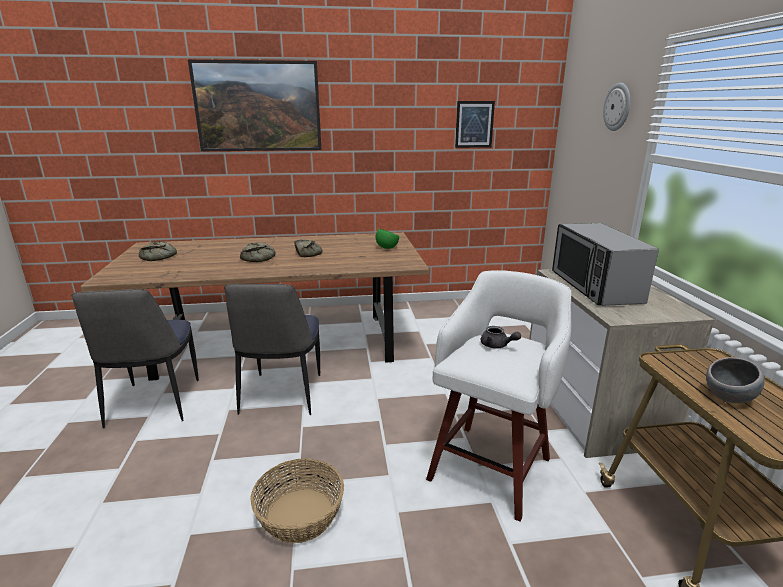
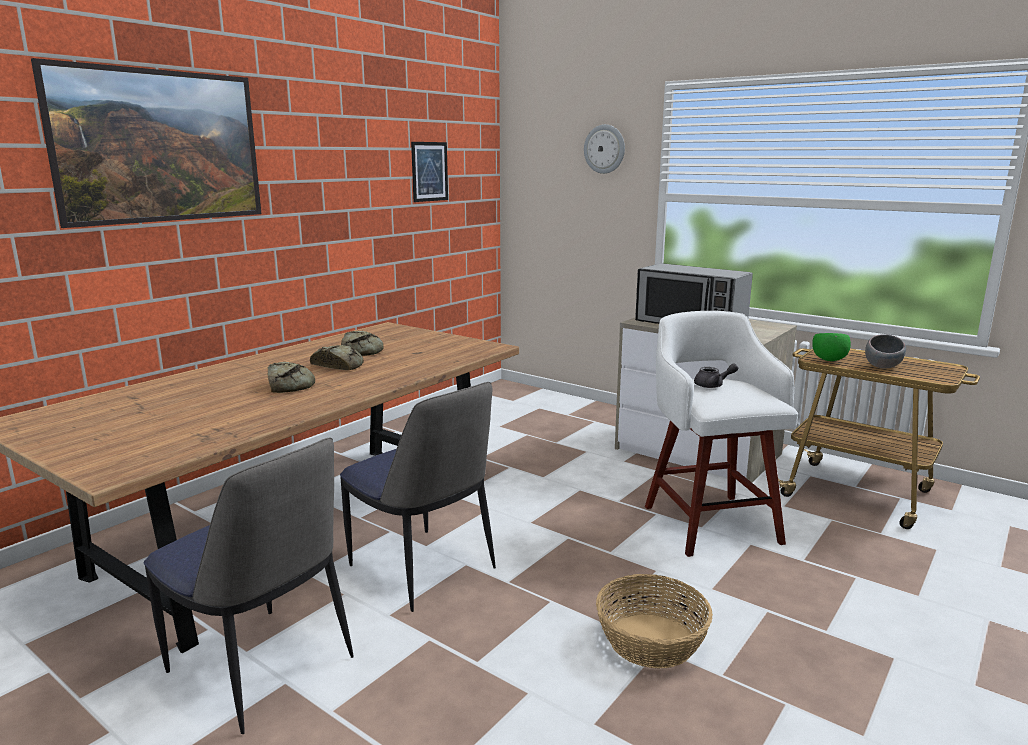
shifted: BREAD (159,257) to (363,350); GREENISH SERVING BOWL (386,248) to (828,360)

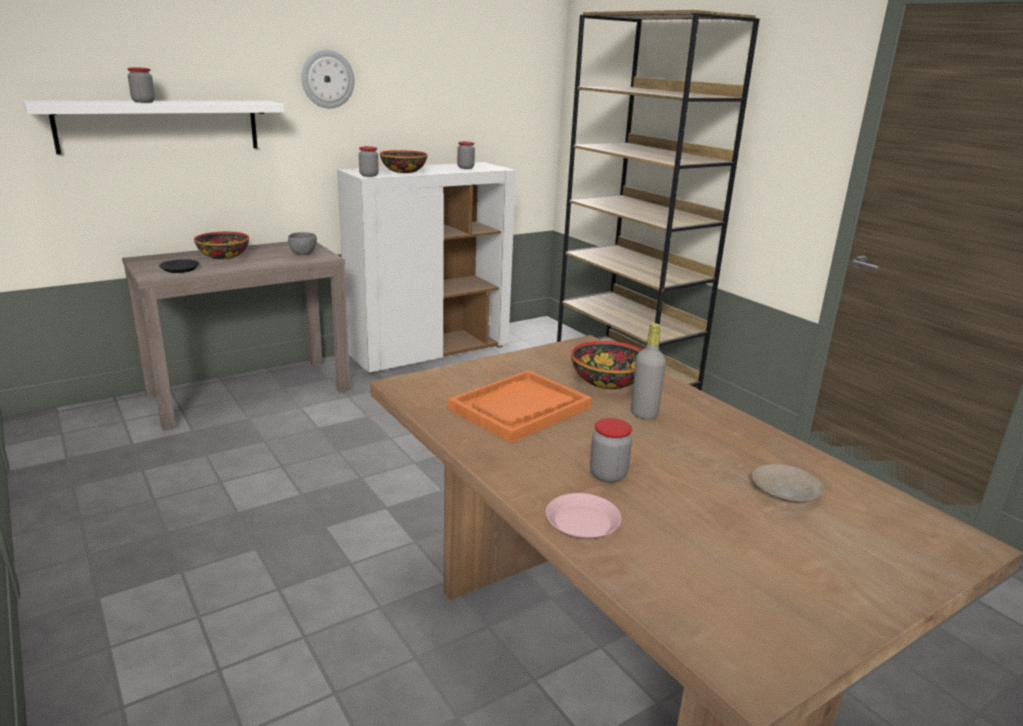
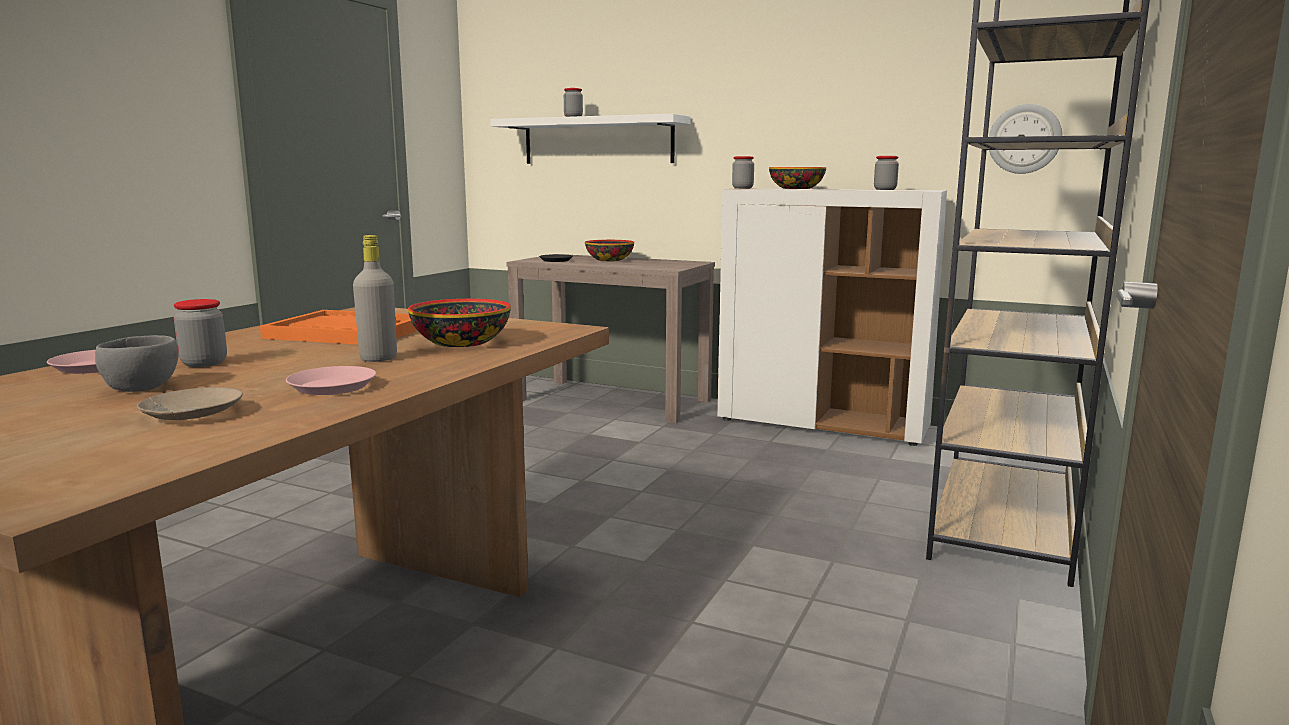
new: PINK-COLOURED PLATE (332,387)
shifted: GREY SERVING BOWL (302,253) to (141,387); HANGING CLOCK (327,79) to (1024,139)

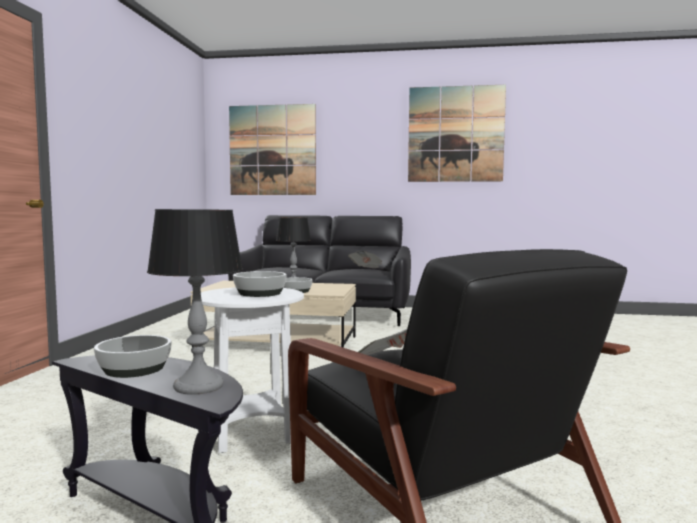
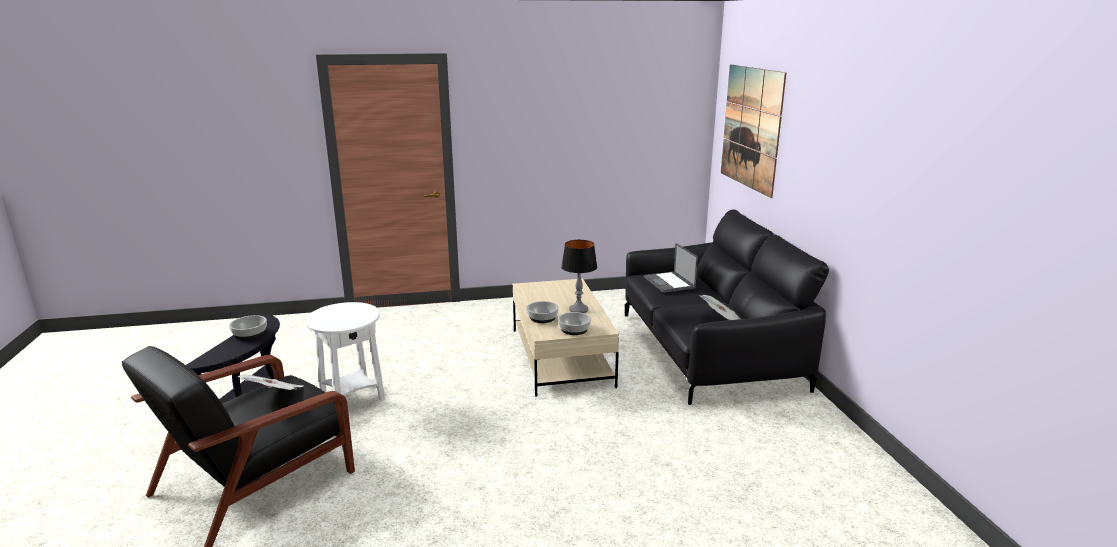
gone: LAMP FOR A TABLE (199,386); WALL PICTURE (455,134)
new: NOTEBOOK COMPUTER (669,282)
shifted: SERVING BOWL (259,293) to (573,329)

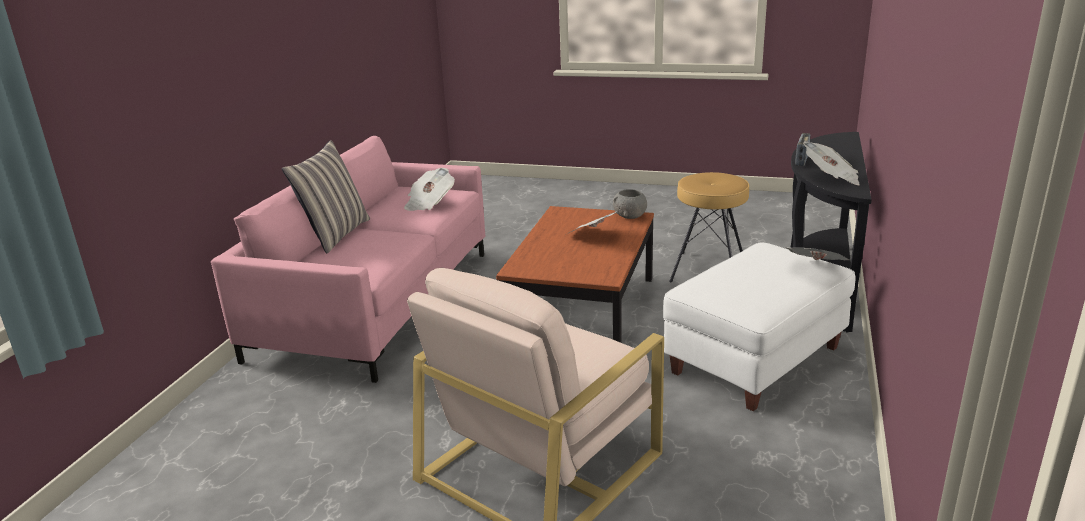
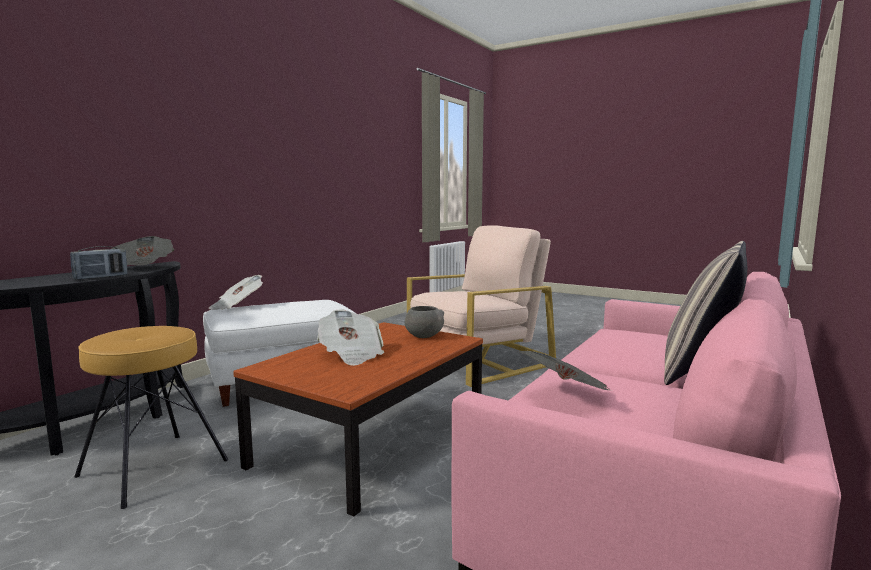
shifted: GREY SERVING BOWL (630,216) to (423,336)

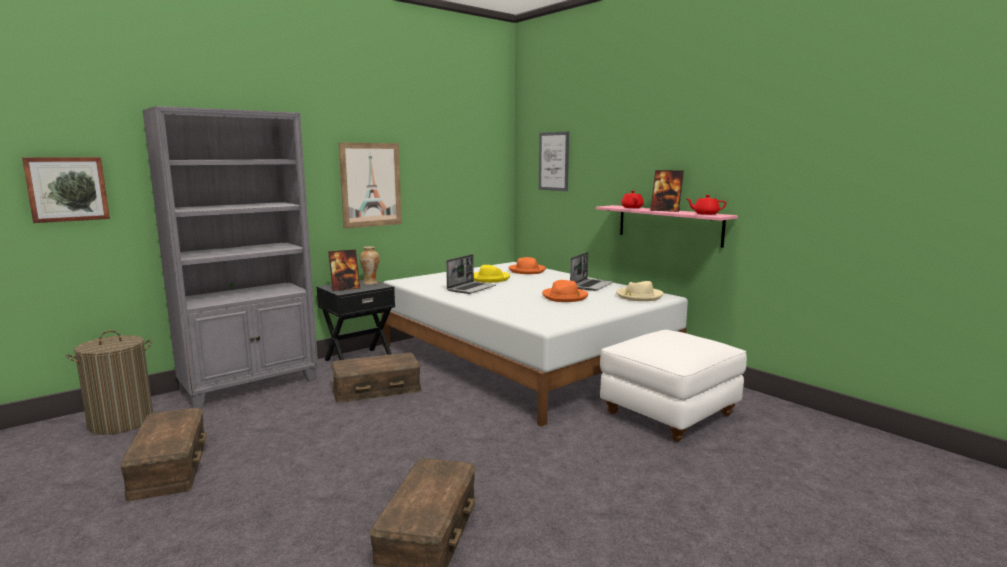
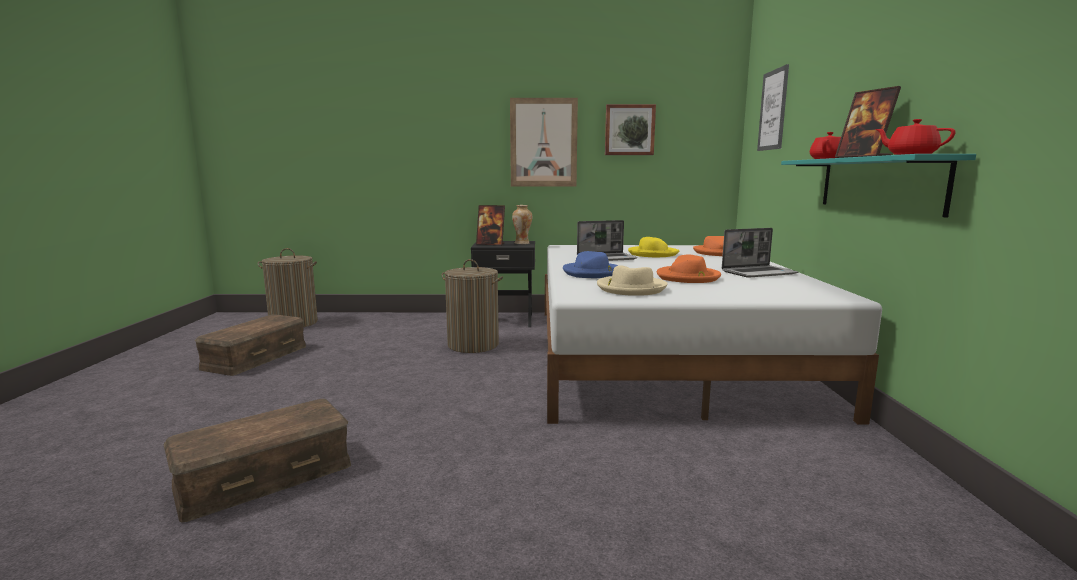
gone: GREY BOOKCASE (251,385); WHITISH FOOTREST (669,414)
new: BLUE HAT (592,273)
shifted: BEIGE-COLOURED HAT (638,296) to (631,288); WALL PICTURE (67,189) to (629,130)
swapped: BROWN-COLOURED STORAGE CONTAINER (376,389) to WASHING BASKET (473,345)
repainted: PINK-COLOURED BRACKET SHELF (669,225) to BLUE-GREEN BRACKET SHELF (878,184)

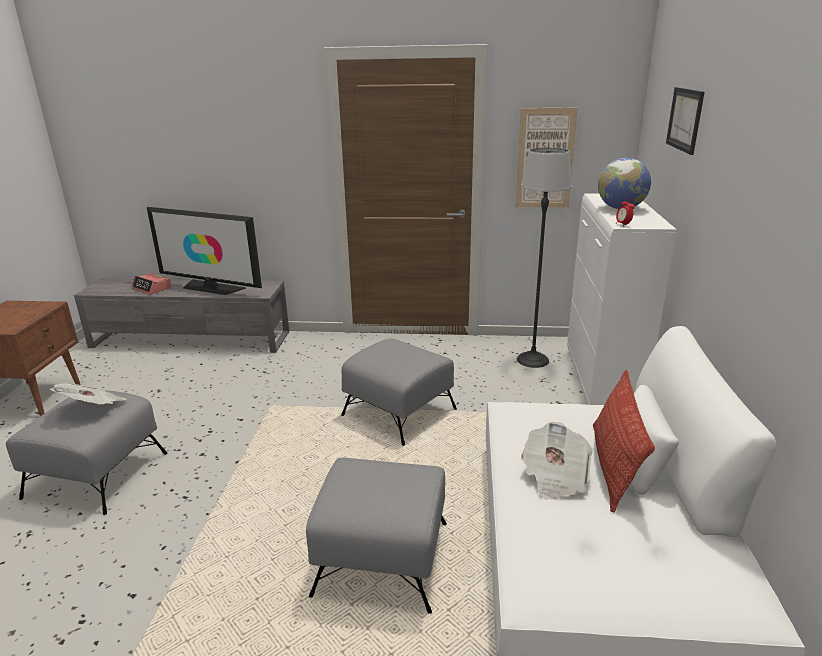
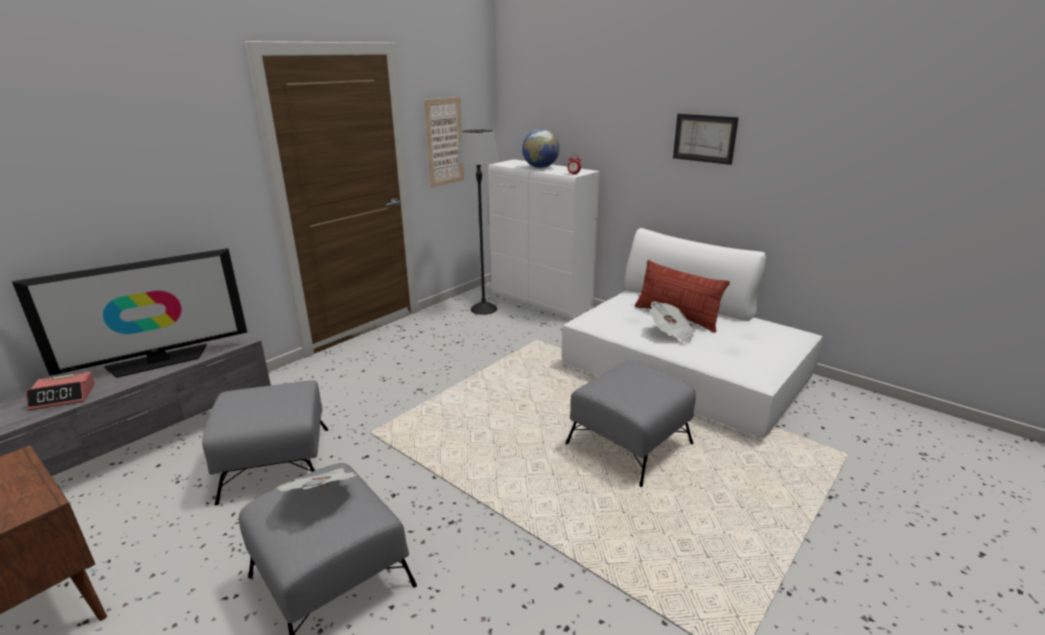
shifted: GREY FOOTREST (399,413) to (277,464); WALL PICTURE (685,119) to (704,138)

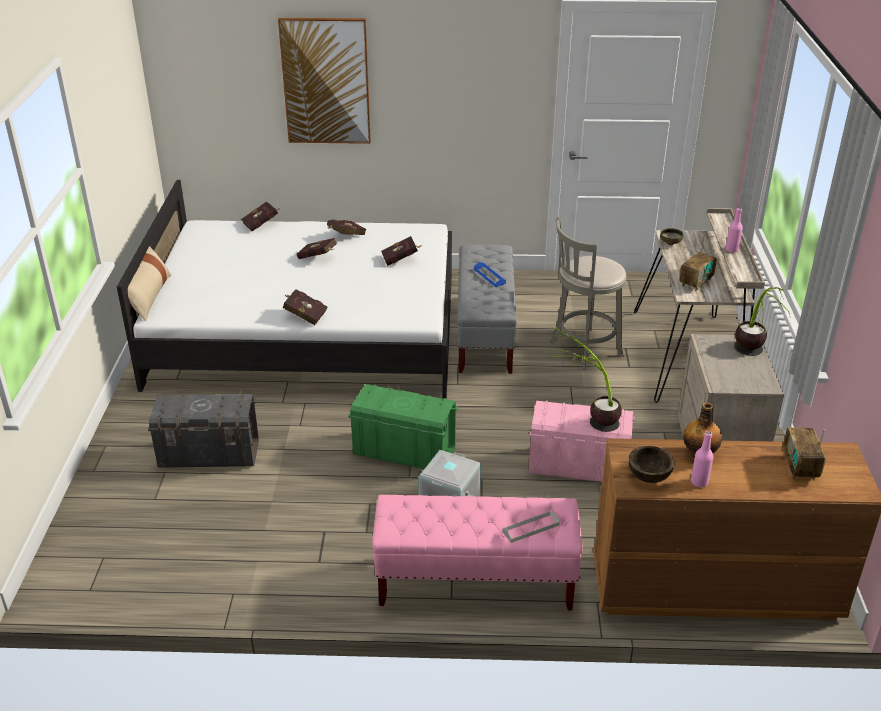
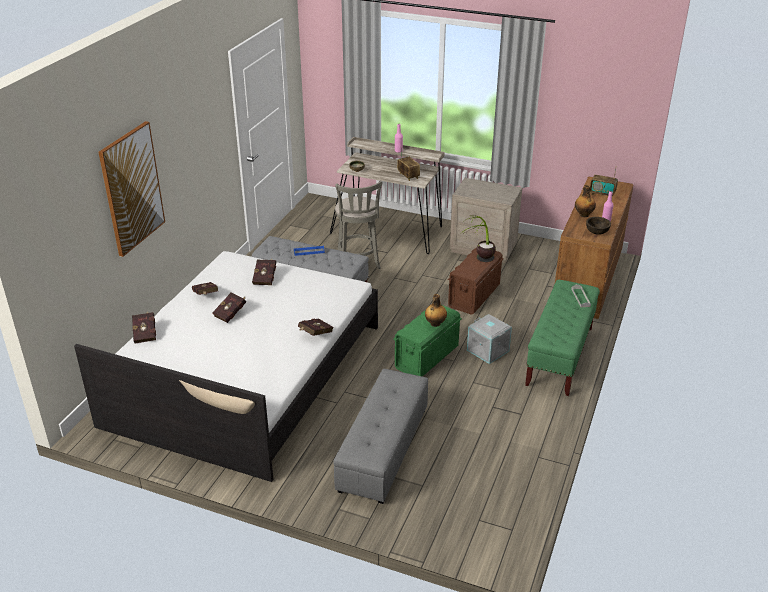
gone: HOUSEPLANT (752,357)
new: DRINK BOTTLE (435,324)
swapped: GREY STORAGE CONTAINER (210,455) to GREY FOOTREST (383,449)
repainted: PINK-COLOURED STORAGE CONTAINER (577,466) to BROWN-COLOURED STORAGE CONTAINER (473,296); PINK-COLOURED BENCH (475,582) to GREENISH BENCH (559,356)

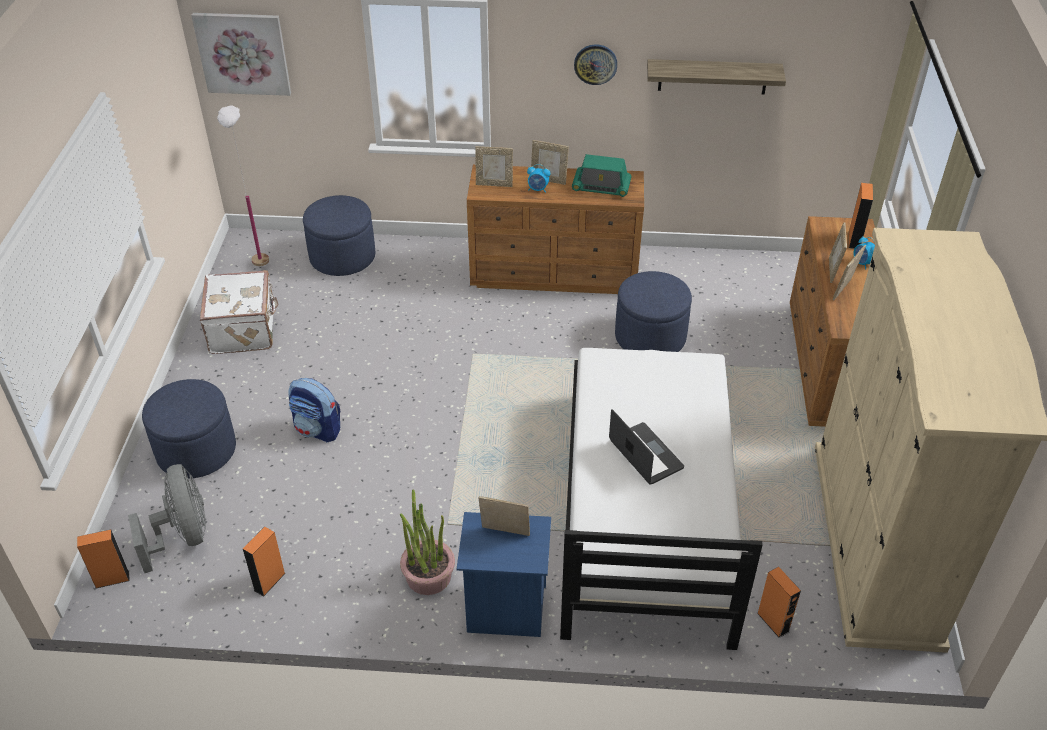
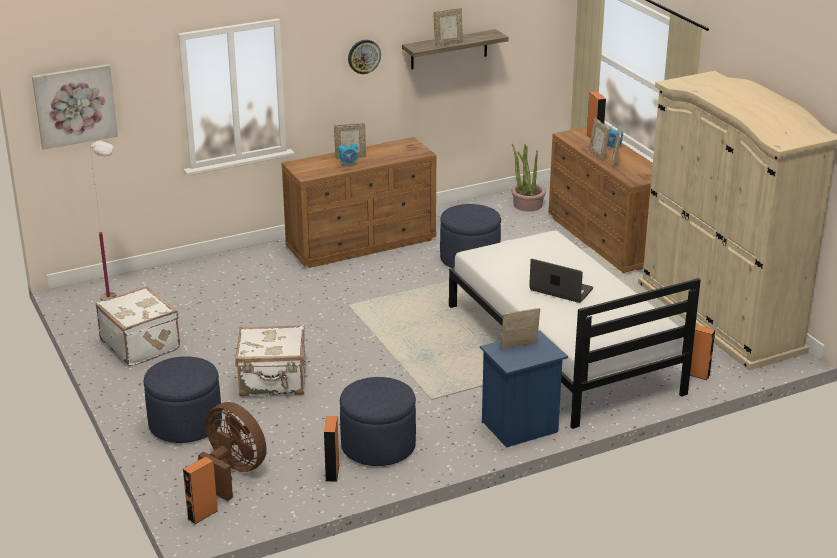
gone: RADIO SET (601,187)
shifted: BLUE FOOTREST (342,257) to (378,446); PHOTO FRAME (494,184) to (448,43); HOUSEPLANT (428,575) to (527,205)
swapped: RUCKSACK (318,429) to WHITISH TRAVEL CASE (273,382)
repainted: GREY ELECTRIC FAN (183,536) to BROWN-COLOURED ELECTRIC FAN (233,473)

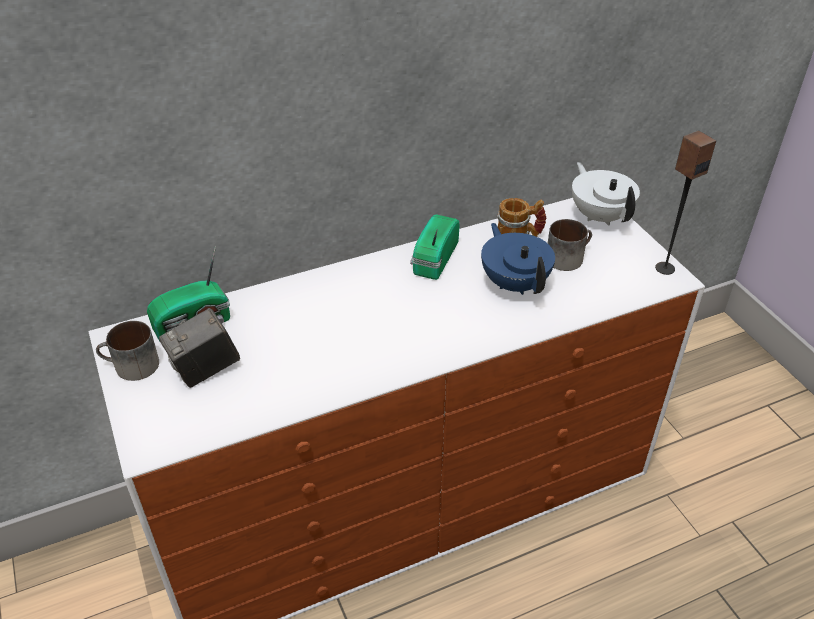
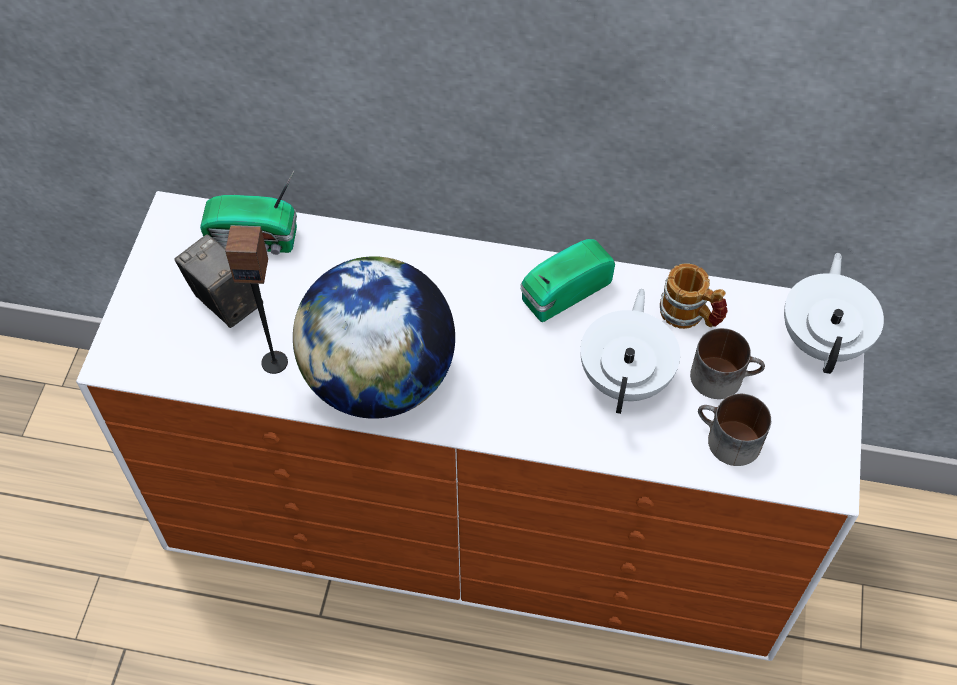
new: GLOBE (379,379)
shifted: SPEAKER (664,268) to (274,362); MUG (131,367) to (726,441)
repainted: BLUE TEAPOT (514,283) to WHITISH TEAPOT (626,377)
rotated: STILL CAMERA (205,370) = (225,302) 45 degrees clockwise

